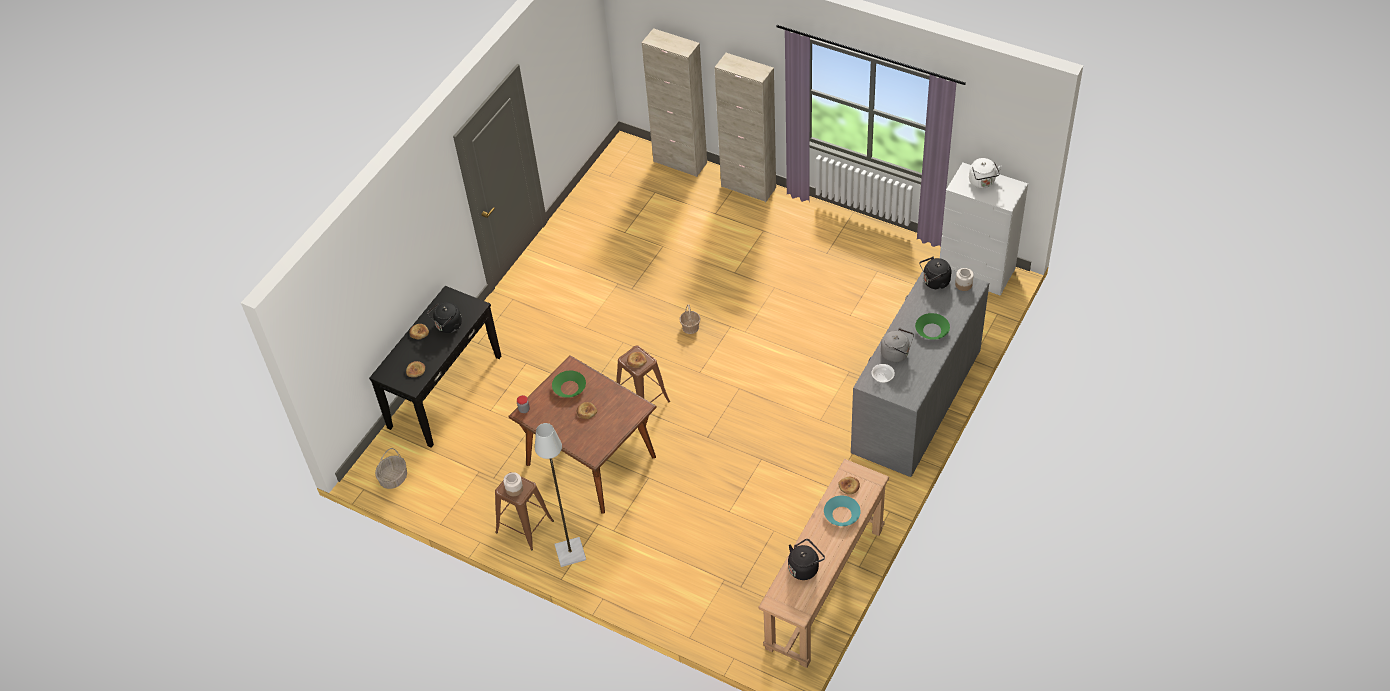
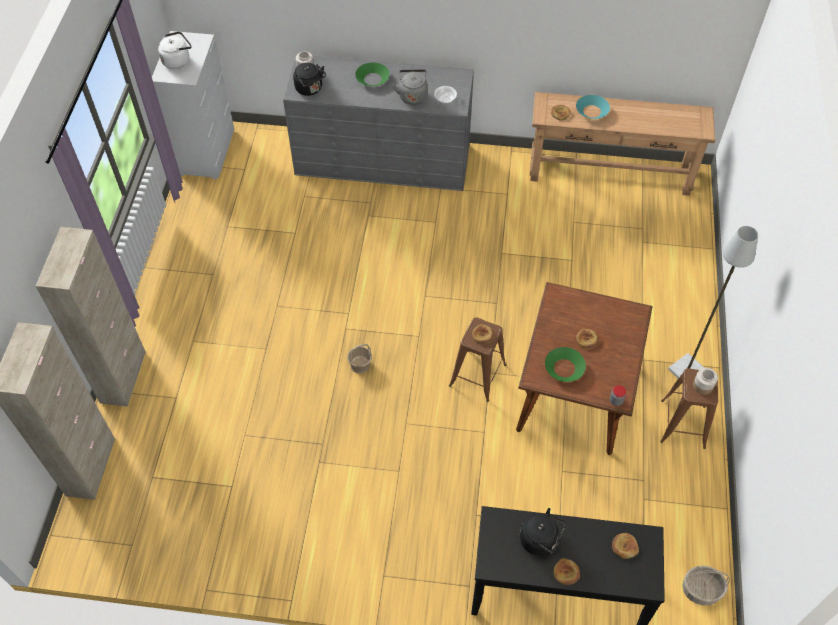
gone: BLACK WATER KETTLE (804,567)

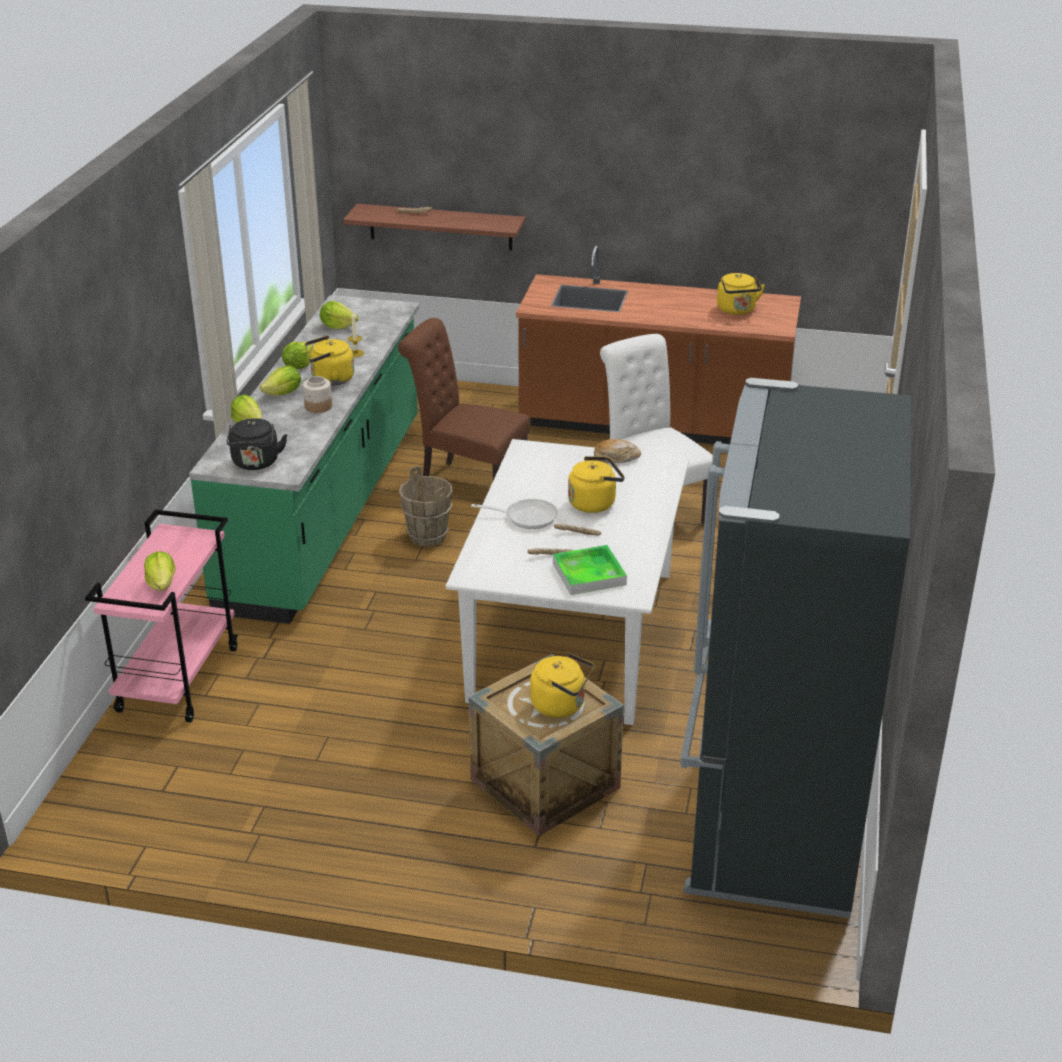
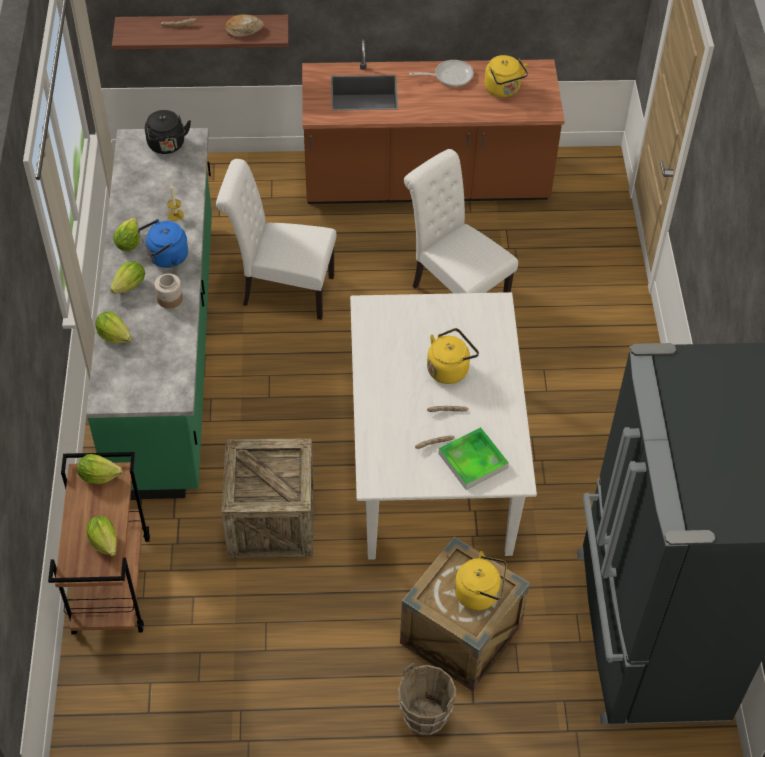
new: CRATE (271,520)
shifted: LETTUCE (338,326) to (99,476); BLACK WATER KETTLE (256,463) to (167,146); BREAD (616,457) to (244,30); BROWN-COLOURED PAIL (427,537) to (424,718); PAN (526,517) to (449,76)
repainted: PINK-COLOURED TROLLEY (178,678) to BROWN-COLOURED TROLLEY (111,583); YELLOW-COLOURED WATER KETTLE (330,379) to BLUE WATER KETTLE (166,258); BROWN-COLOURED PLAIN CHAIR (467,483) to WHITISH PLAIN CHAIR (282,290)

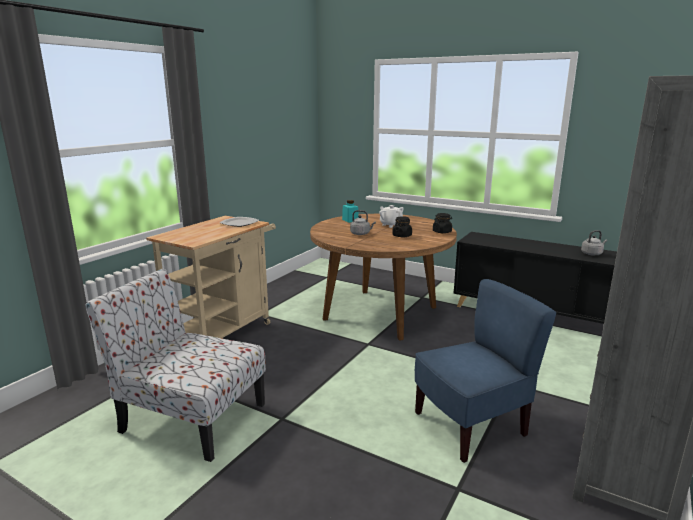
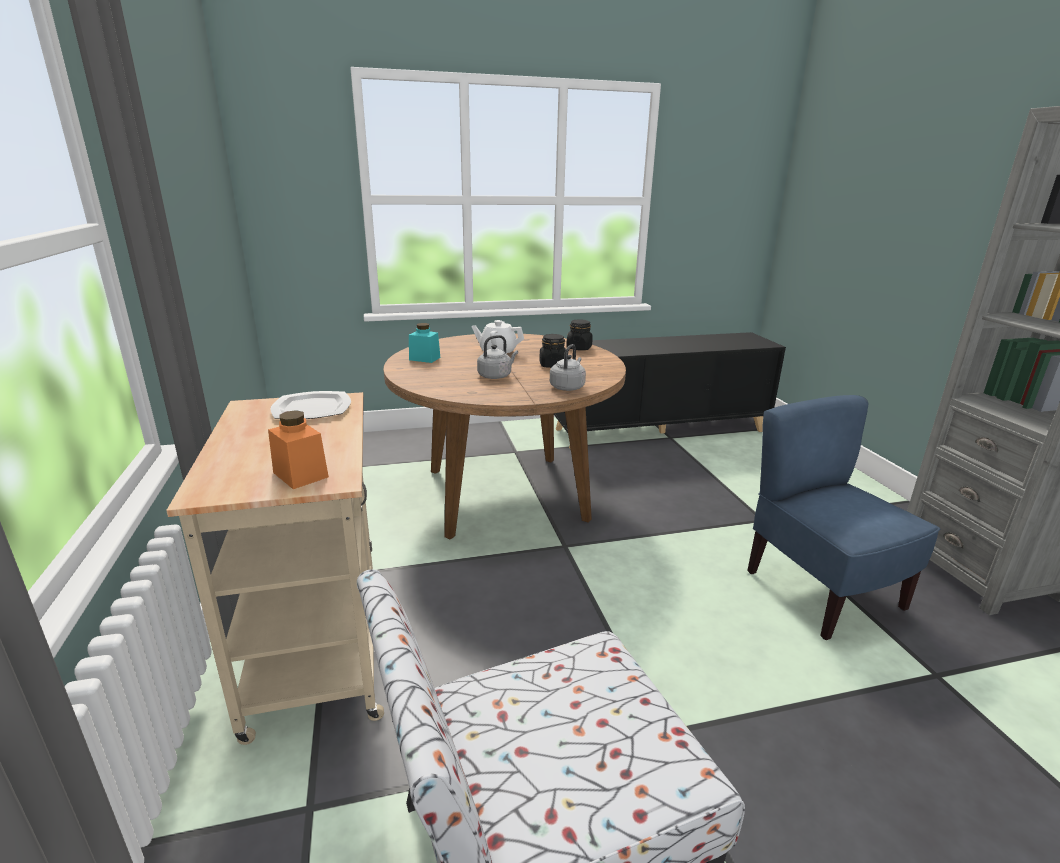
new: ORANGE PRESERVE JAR (300,475)
shifted: GREY WATER KETTLE (592,253) to (568,387)
rotated: BLUE PLAIN CHAIR (471,426) = (821,591) 45 degrees counterclockwise

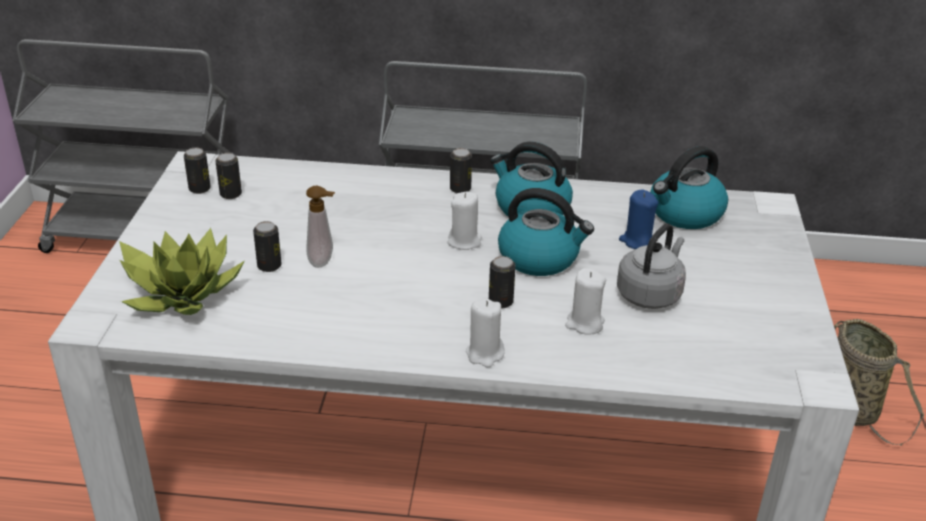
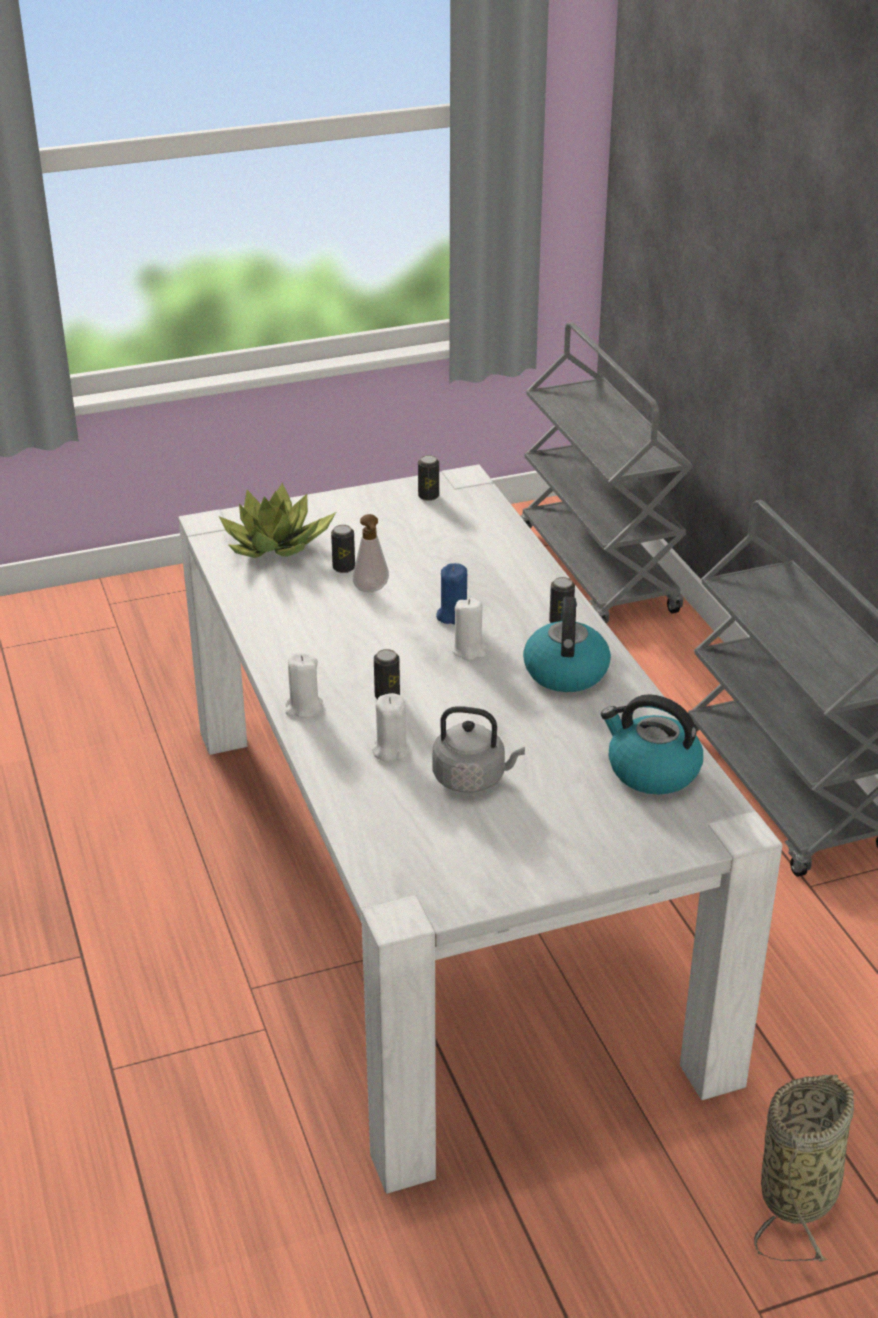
gone: SEALED CAN (231,194); WATER KETTLE (540,258)
shifted: BLUE WAX LIGHT (637,241) to (453,615)

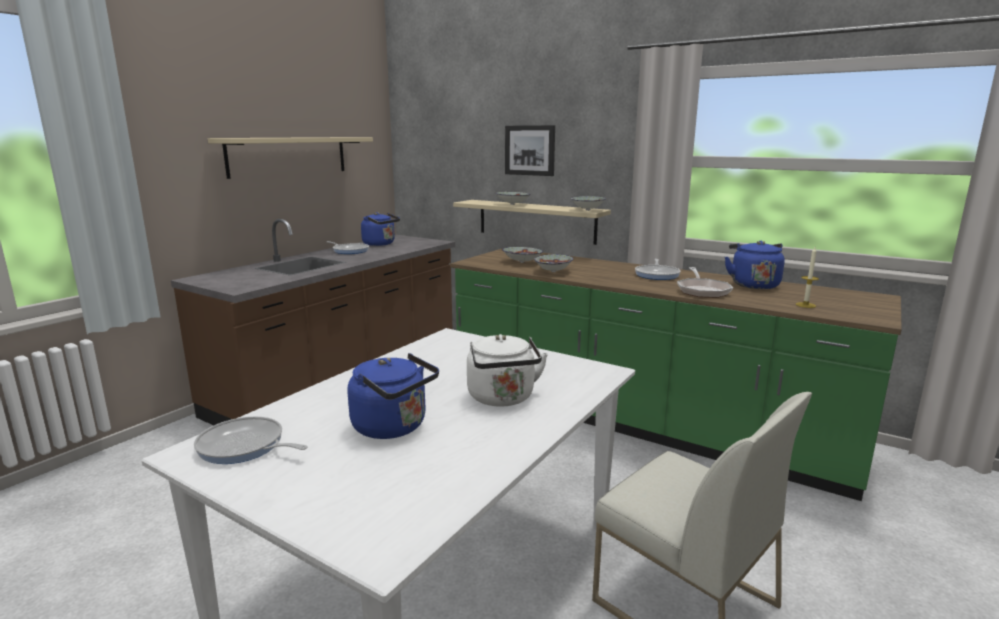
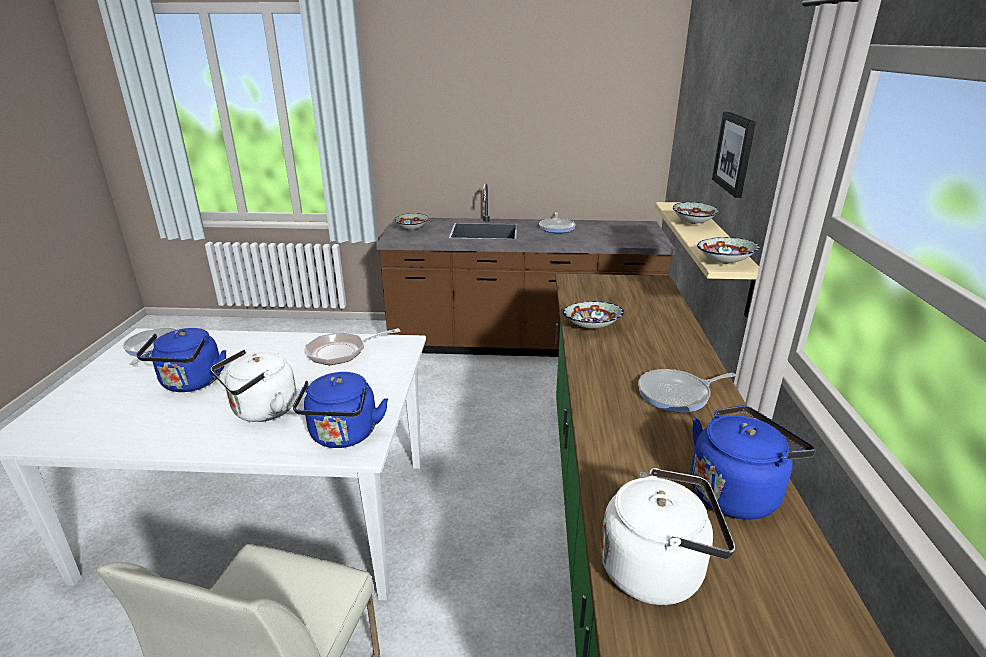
gone: BEIGE-COLOURED BRACKET SHELF (289,156)
shifted: BLUE WATER KETTLE (380,244) to (343,436); PAN (702,291) to (341,352); SERVING BOWL (522,262) to (411,229)
swapped: WAX LIGHT (805,305) to WHITISH WATER KETTLE (657,569)

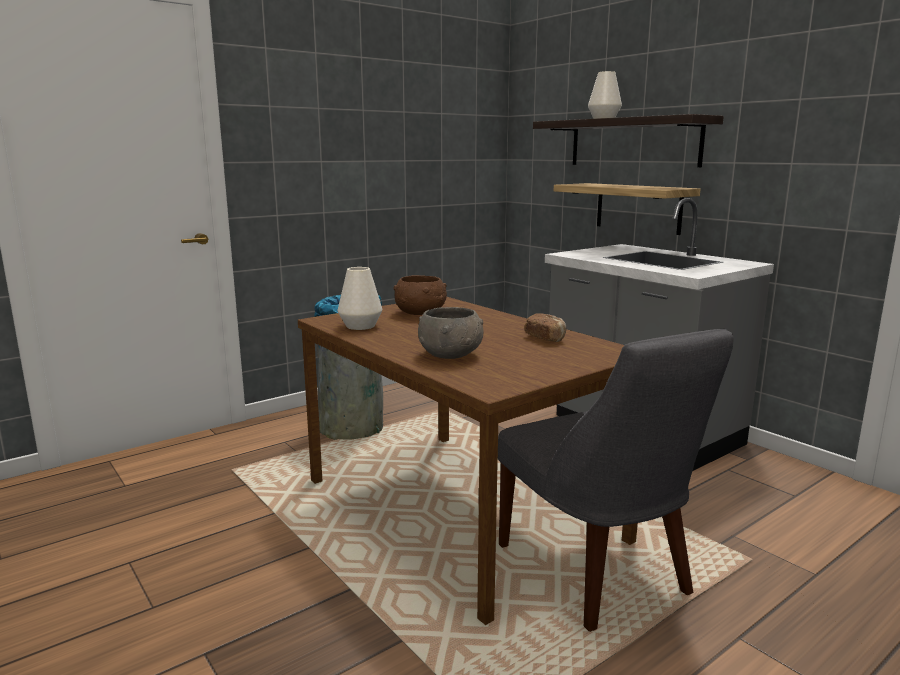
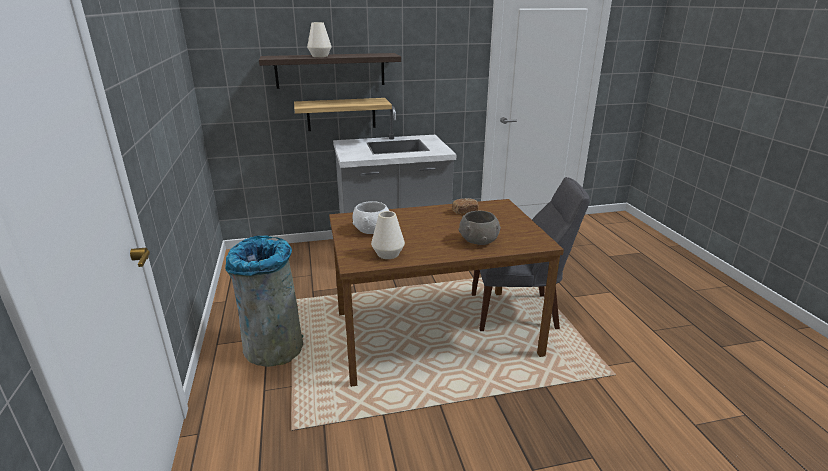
repainted: BROWN-COLOURED SERVING BOWL (420,313) to WHITISH SERVING BOWL (372,230)

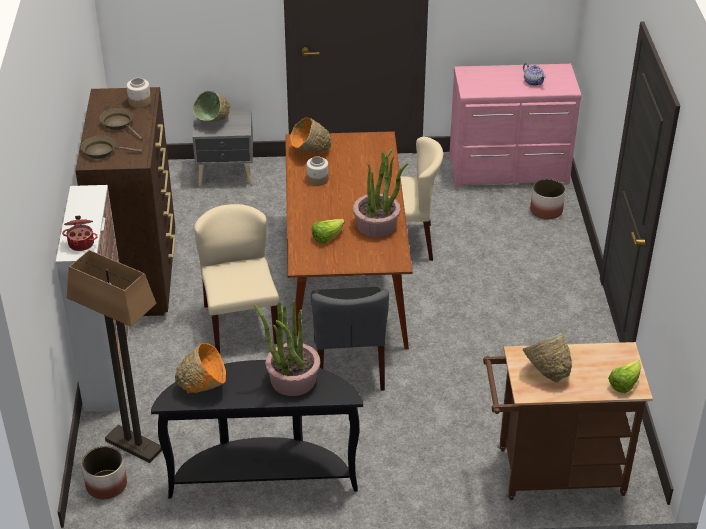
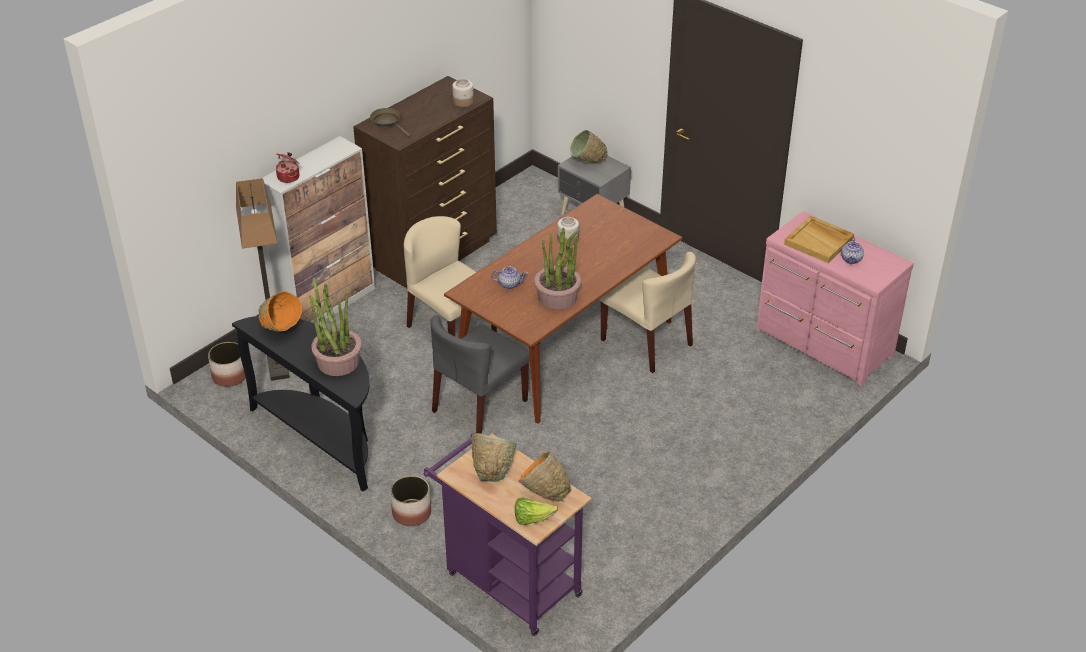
gone: BROWN-COLOURED PAN (119,124)
new: BEIGE-COLOURED SERVING TRAY (819,241)
shifted: PLANT POT (546,210) to (412,513); ORANGE SERVING BOWL (310,153) to (544,494)
swapped: LETTUCE (327,237) to TEAPOT (509,284)
repainted: BROWN-COLOURED TROLLEY (552,473) to PURPLISH TROLLEY (507,581)
rotated: BEIGE-COLOURED PLAIN CHAIR (240,323) = (451,329) 75 degrees counterclockwise

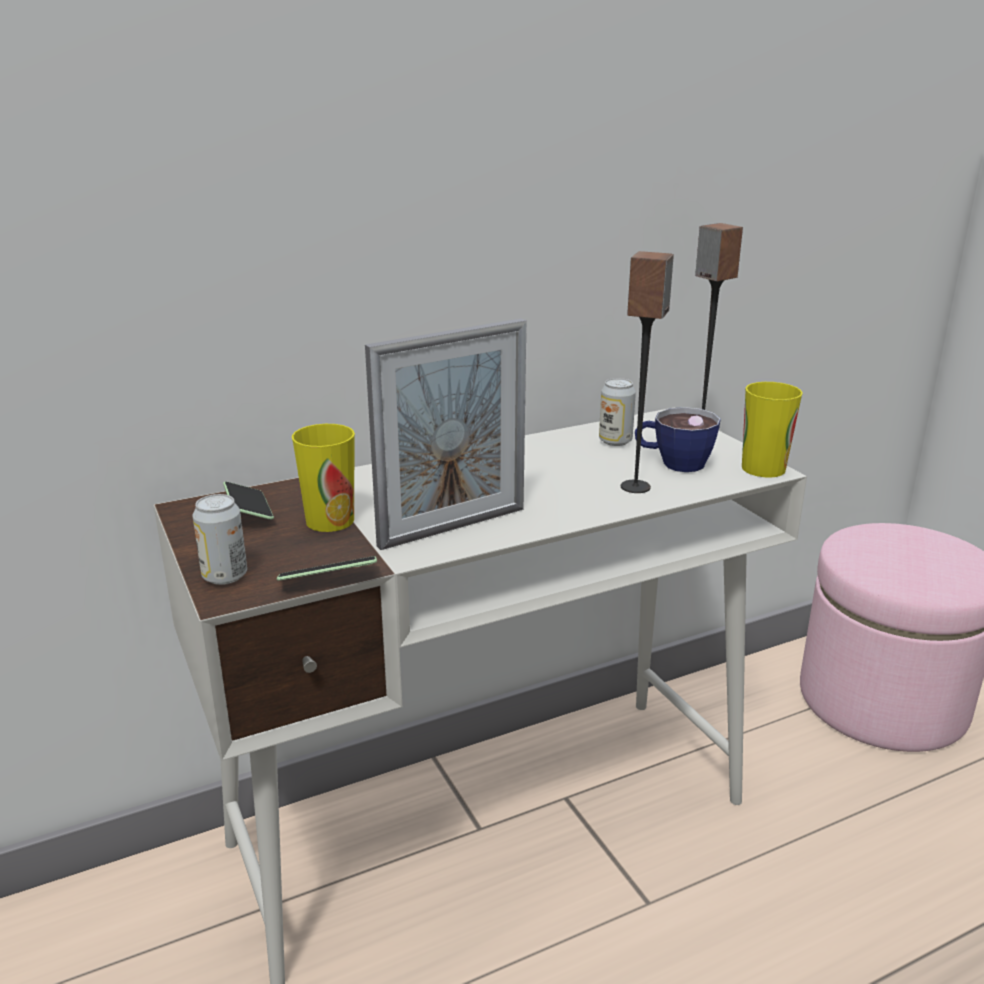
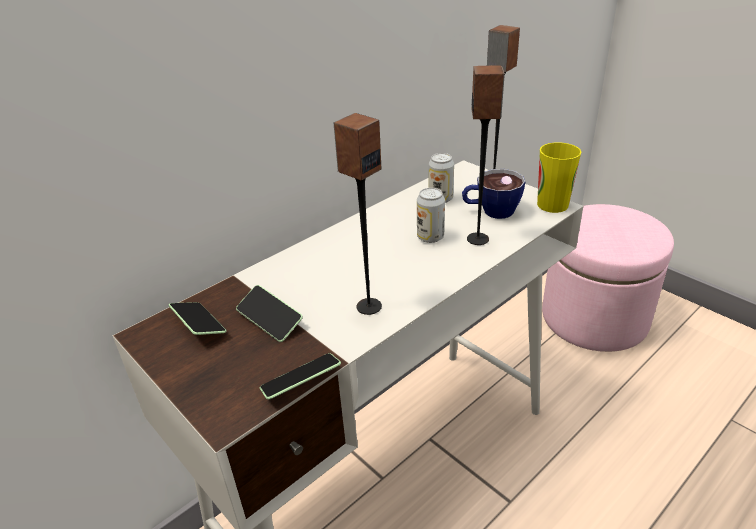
shifted: SEALED CAN (225,576) to (430,237)
swapped: CUP (330,520) to PHONE (270,320); PHOTO FRAME (452,527) to SPEAKER (368,306)

